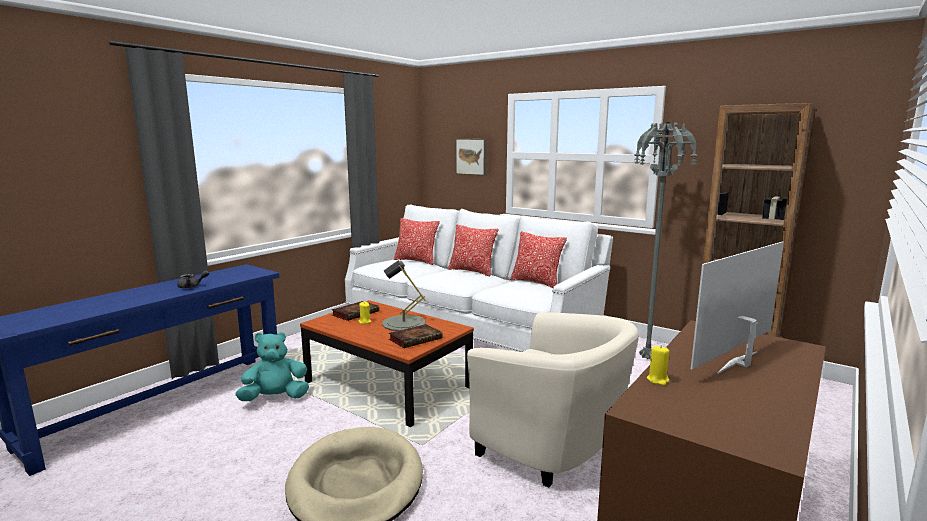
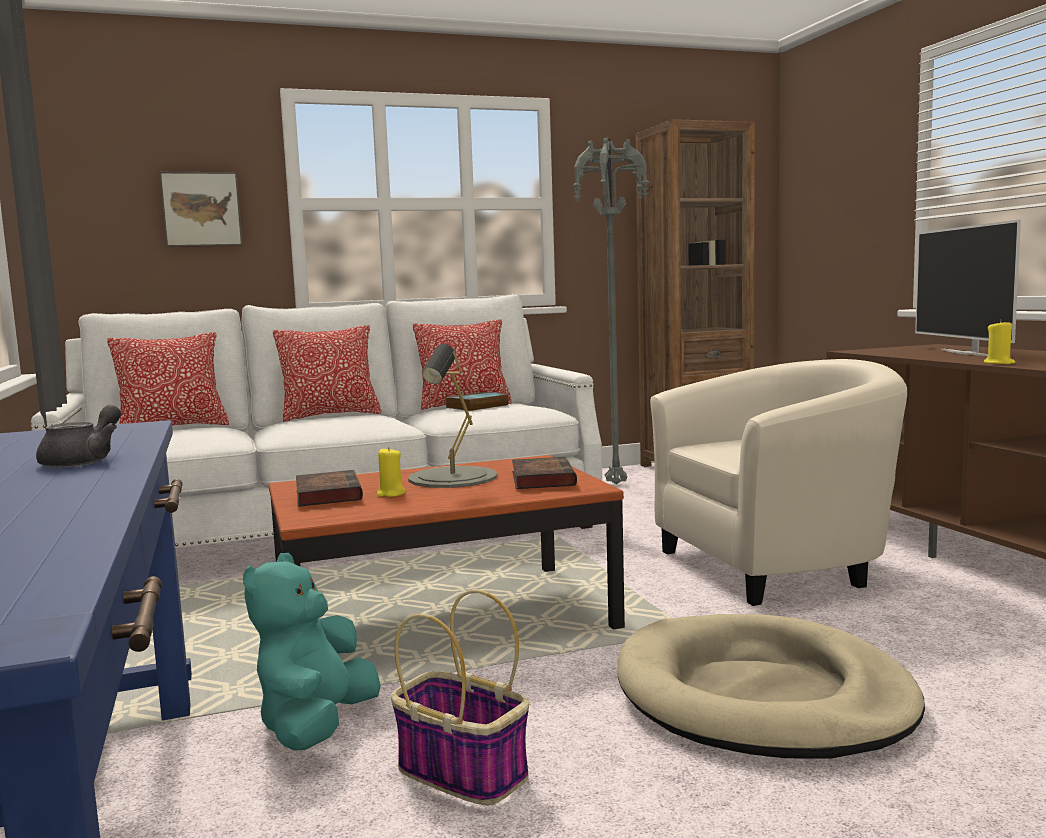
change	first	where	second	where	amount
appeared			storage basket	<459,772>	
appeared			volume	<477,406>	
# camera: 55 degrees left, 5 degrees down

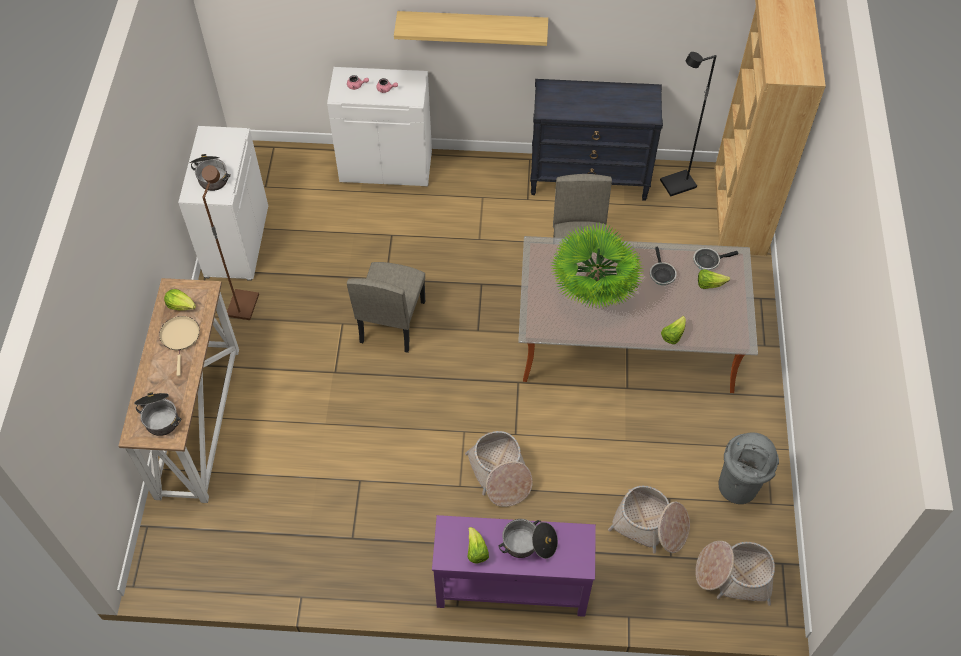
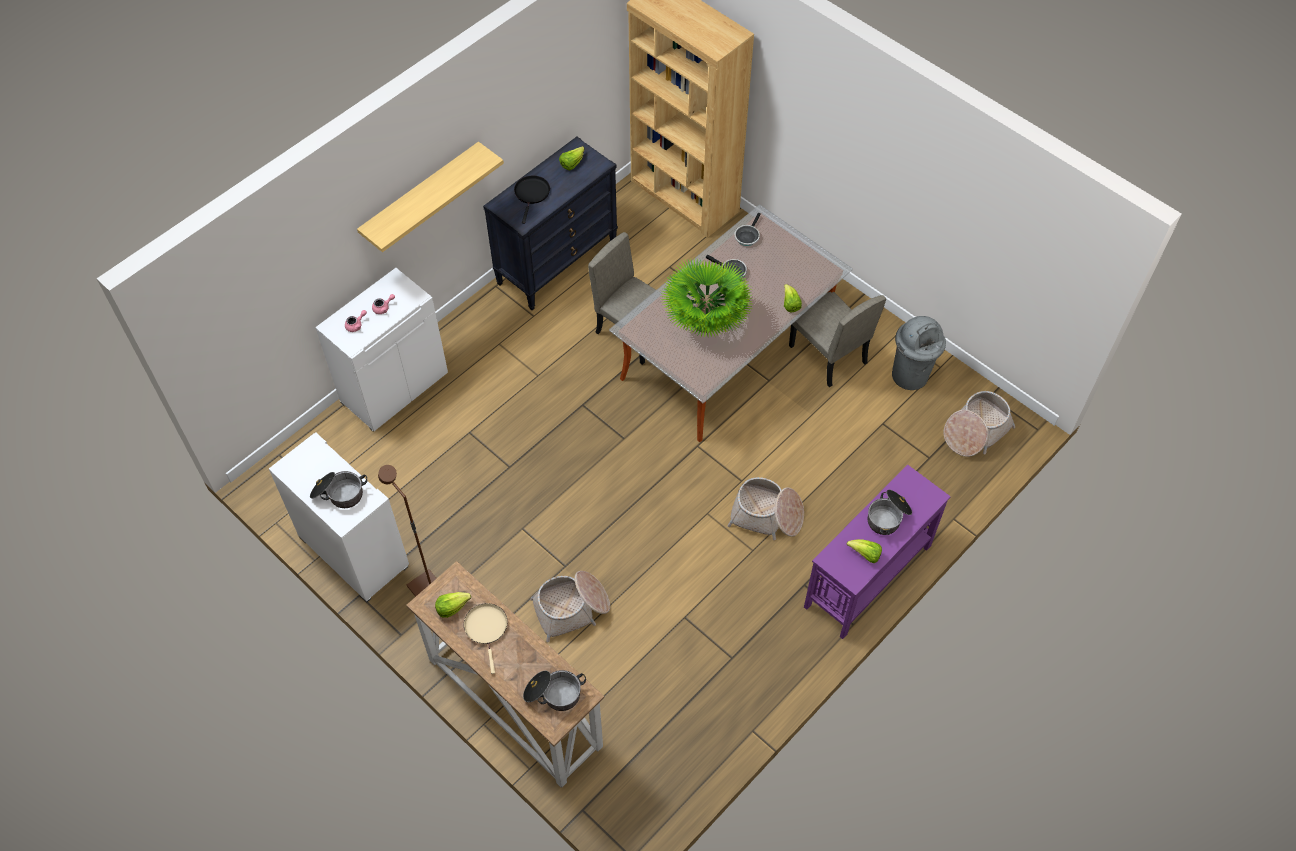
change	first	where	second	where	amount
missing	black standard lamp	<678,185>			
appeared			black frying pan	<532,194>	
relocated	beige-coloured plain chair	<391,321>		<827,354>	
relocated	storage basket	<650,525>		<572,609>	
relocated	lettuce head	<709,284>		<572,163>	
spun	beige-coloured frying pan	<180,338>		<486,628>	45 degrees clockwise
# camera: 50 degrees left, 0 degrees up

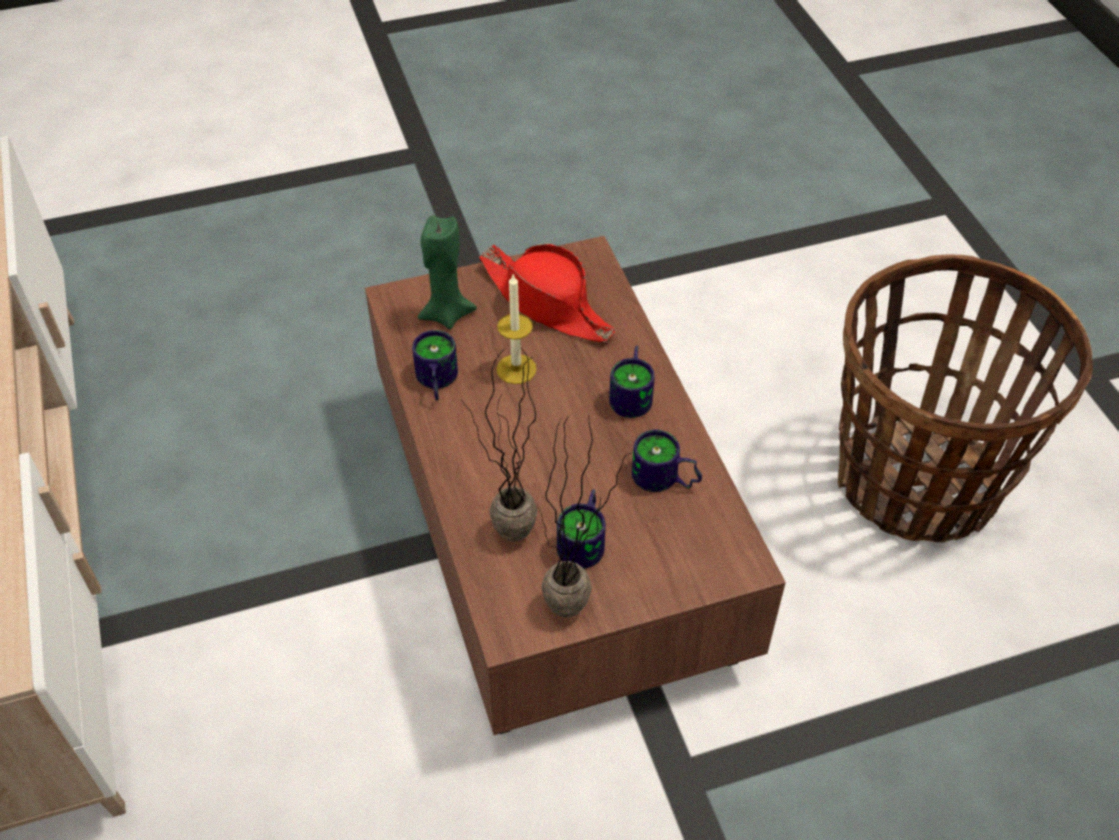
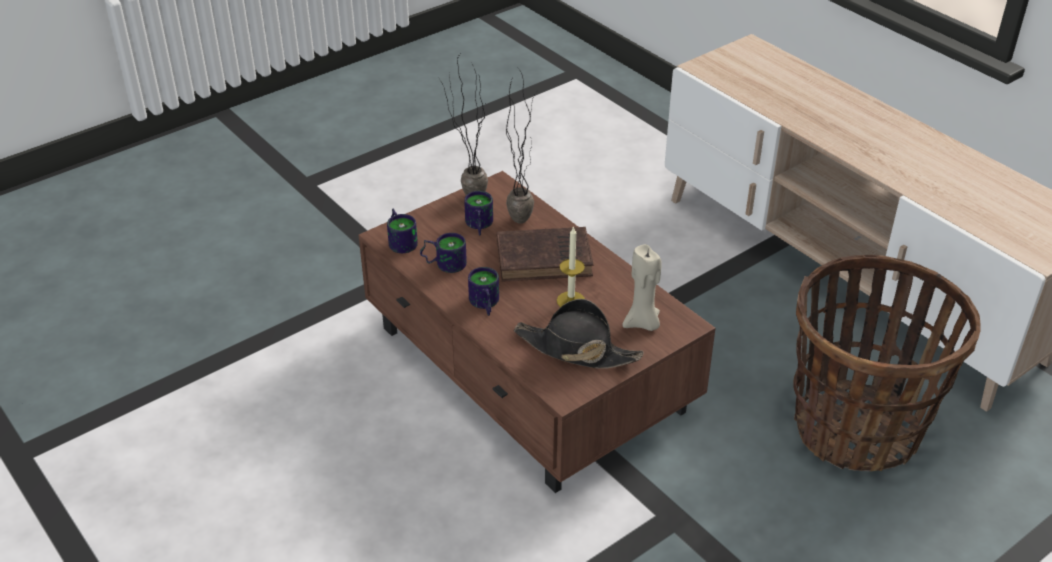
change	first	where	second	where	amount
appeared			brownish volume	<547,259>	
relocated	mug	<434,382>		<402,240>	
relocated	storage basket	<916,482>		<856,429>	
colour	green-coloured candle	<446,314>	beige-coloured candle	<642,323>	
colour	red-coloured clothing hat	<547,302>	black clothing hat	<576,349>	
# camera: 160 degrees right, 10 degrees down

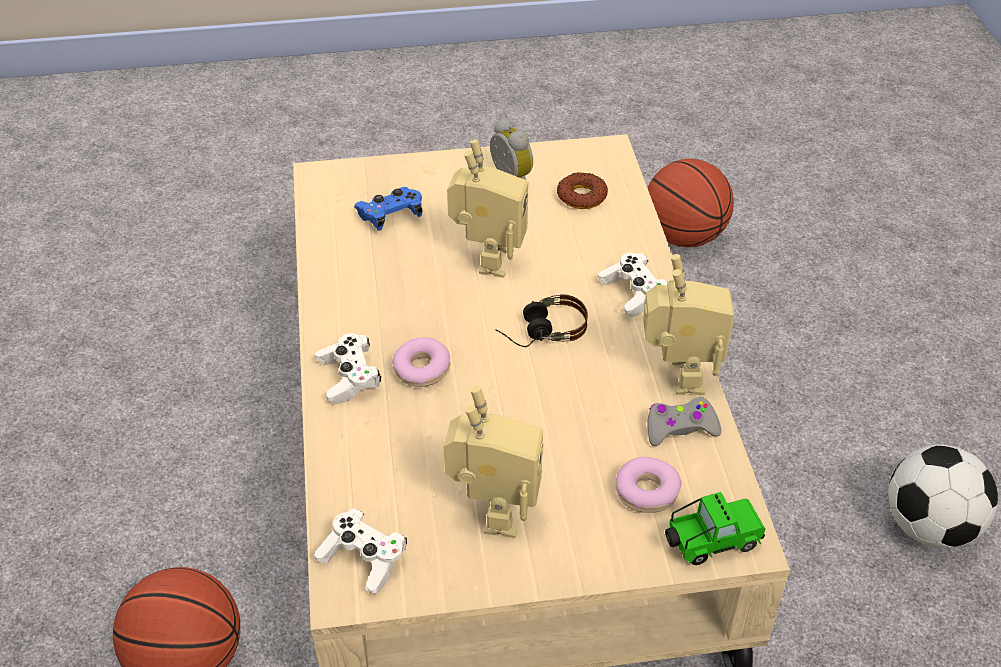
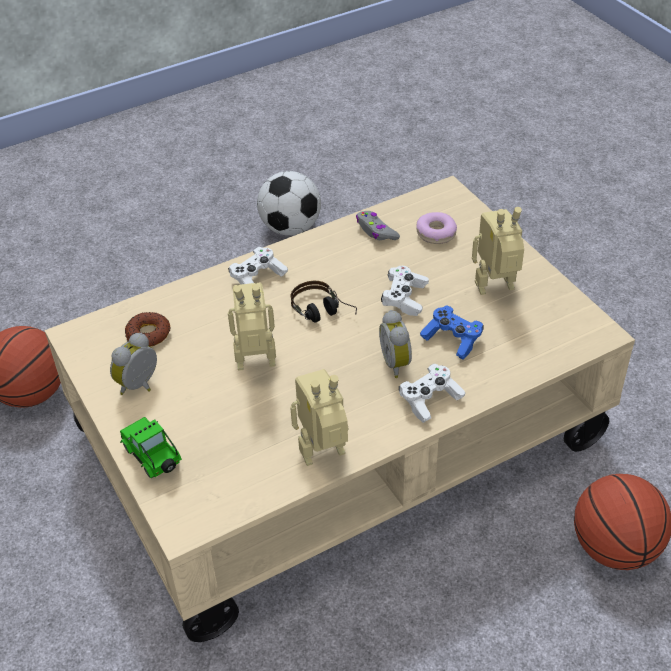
change	first	where	second	where	amount
relocated	white-coloured game controller	<363,559>		<404,298>	
relocated	blue-coloured game controller	<391,216>		<452,339>	
relocated	robot figure	<678,377>		<325,457>	
relocated	toy car	<709,542>		<153,458>	
exchanged	doughnut	<421,369>	table clock	<397,363>	
# camera: 110 degrees left, 0 degrees up

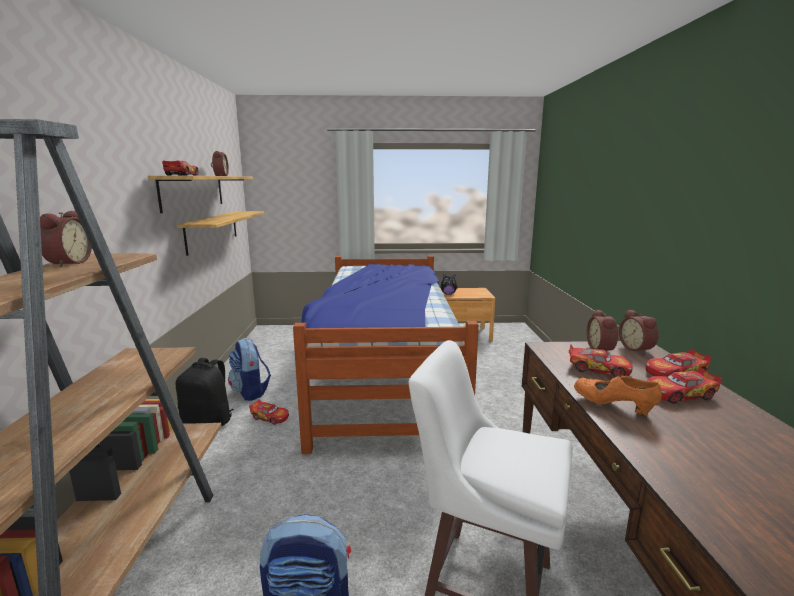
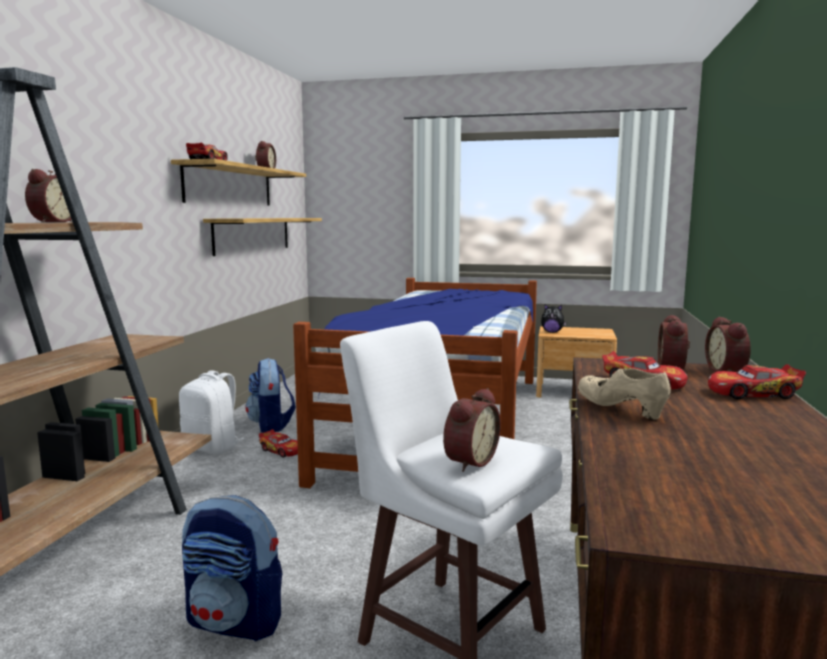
change	first	where	second	where	amount
missing	toy car	<680,394>			
appeared			table clock	<468,461>	
colour	black knapsack	<208,422>	white-coloured knapsack	<212,448>	
colour	orange shoe	<613,406>	beige-coloured shoe	<621,410>	
# camera: 15 degrees right, 5 degrees down

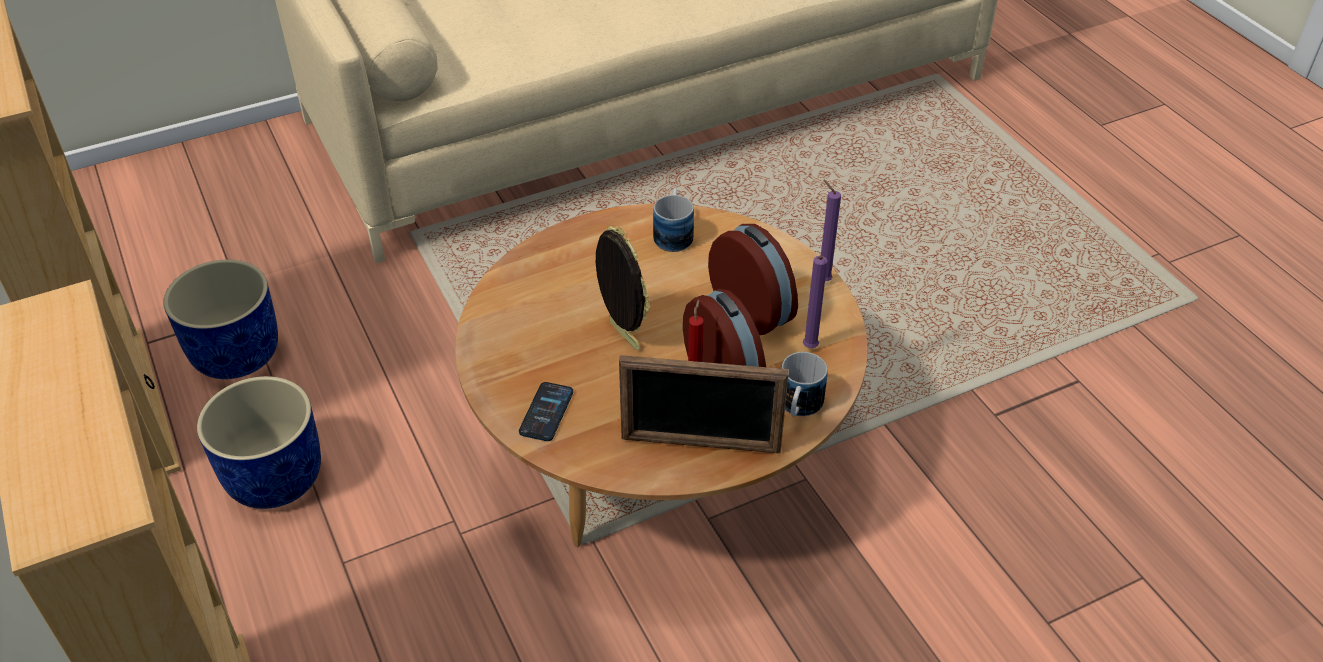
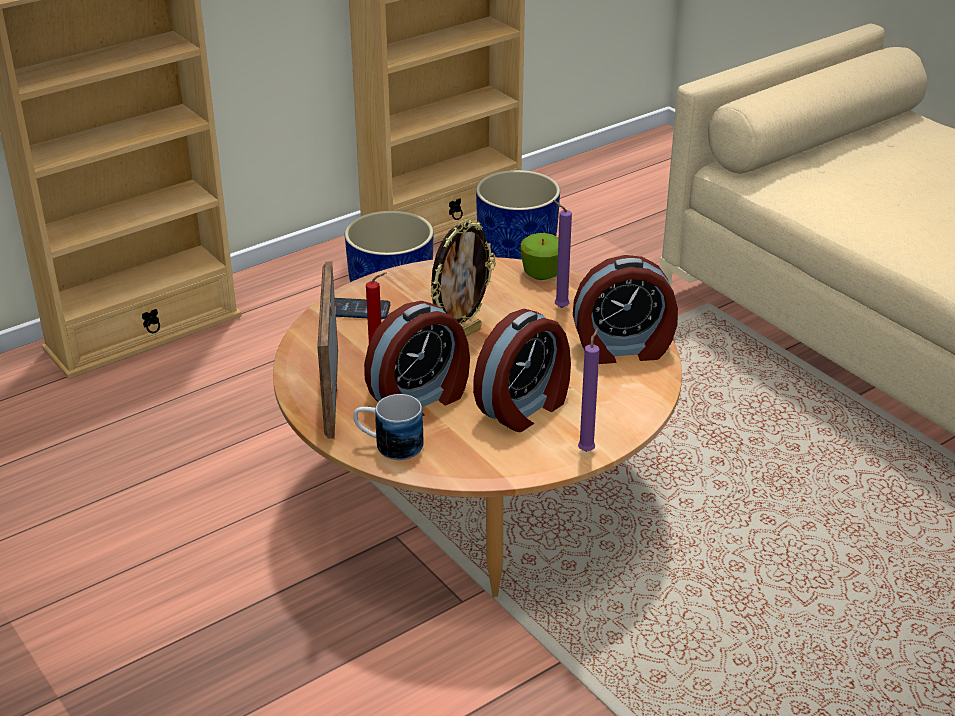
change	first	where	second	where	amount
appeared			apple fruit	<542,273>	
relocated	purple candle	<809,349>		<559,307>	
exchanged	mug	<673,233>	table clock	<623,349>	
# camera: 80 degrees right, 10 degrees down

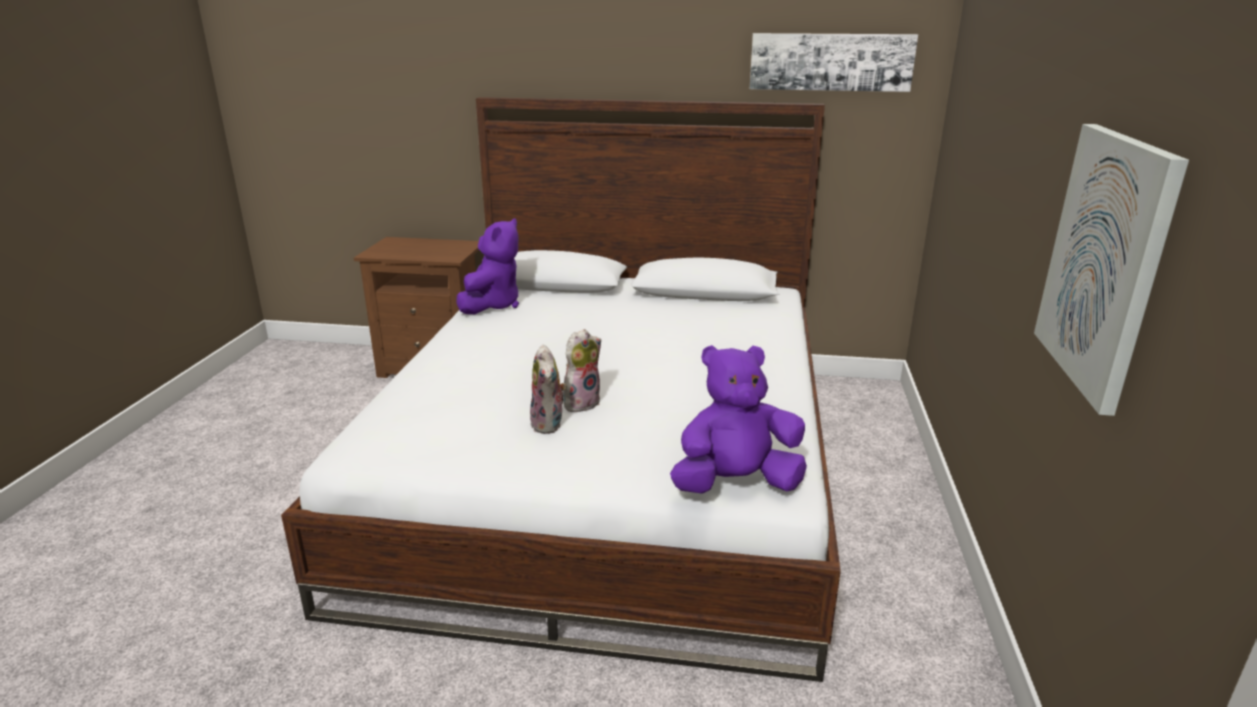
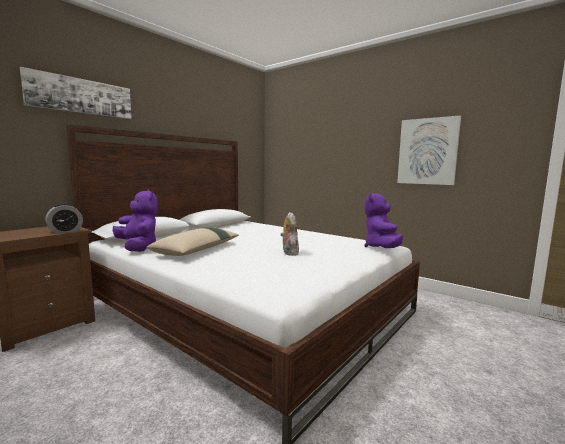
change	first	where	second	where	amount
missing	soft toy	<549,424>			
appeared			table clock	<65,231>	
appeared			beige-coloured cushion	<197,249>	
relocated	wall picture	<830,62>		<81,96>	
# camera: 60 degrees left, 15 degrees down

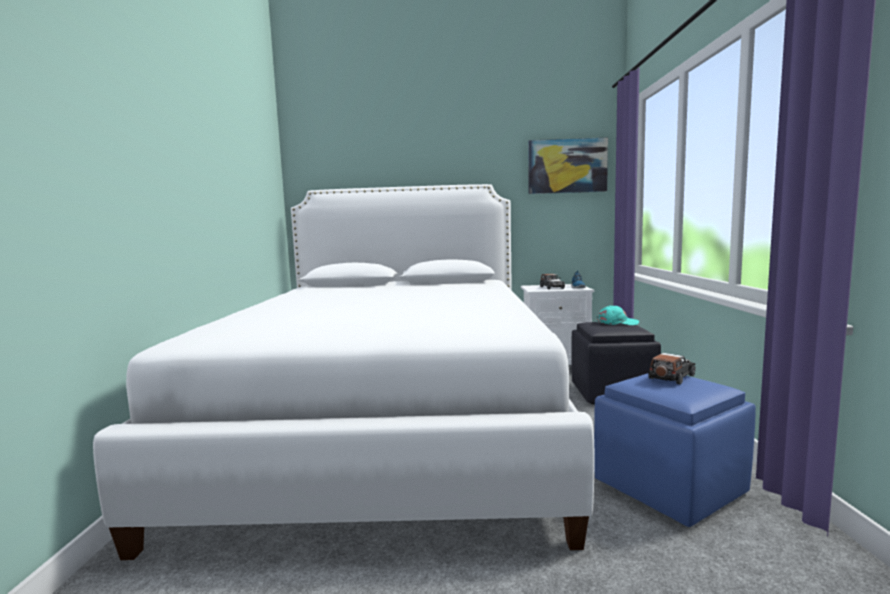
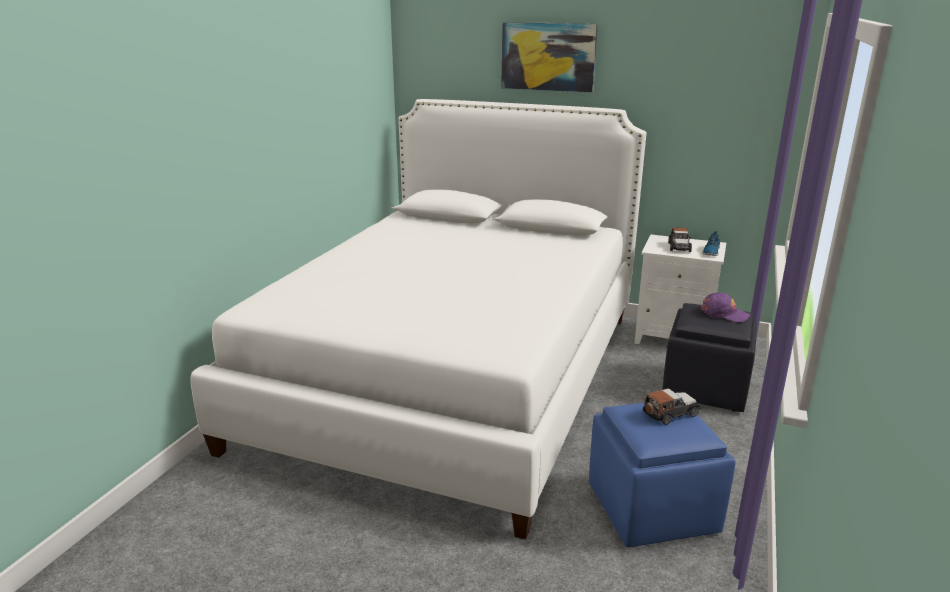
change	first	where	second	where	amount
relocated	wall picture	<567,166>		<548,56>	
colour	turquoise baseball cap	<617,323>	purple baseball cap	<723,314>	
# camera: 20 degrees right, 15 degrees up

